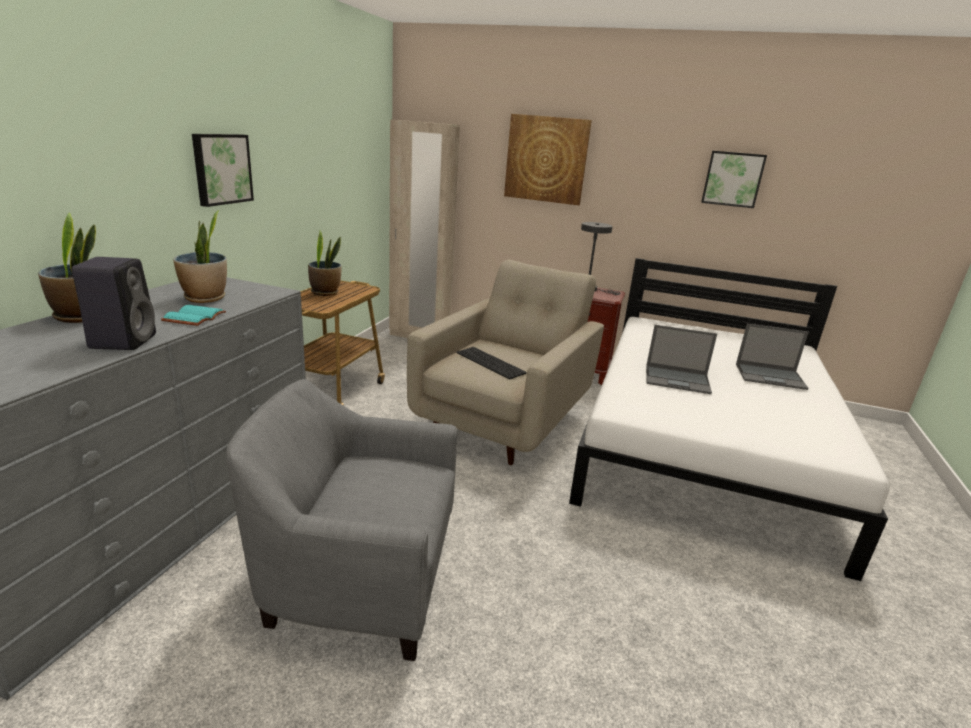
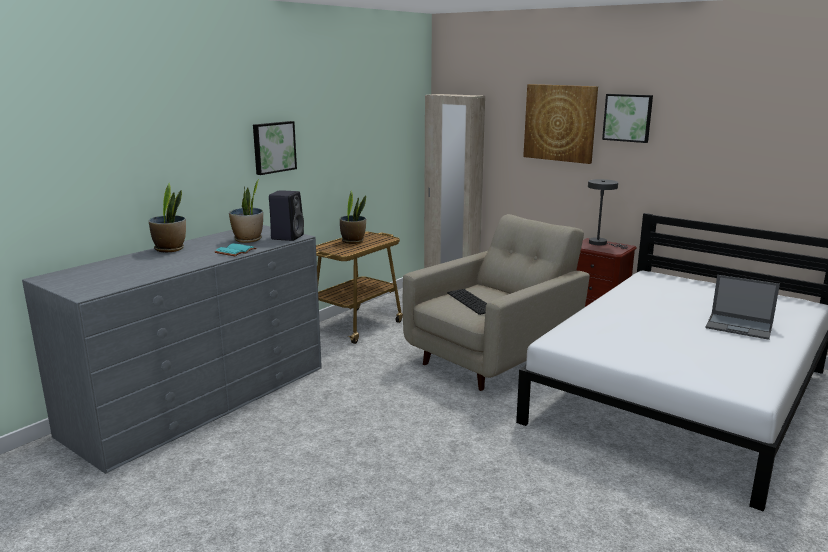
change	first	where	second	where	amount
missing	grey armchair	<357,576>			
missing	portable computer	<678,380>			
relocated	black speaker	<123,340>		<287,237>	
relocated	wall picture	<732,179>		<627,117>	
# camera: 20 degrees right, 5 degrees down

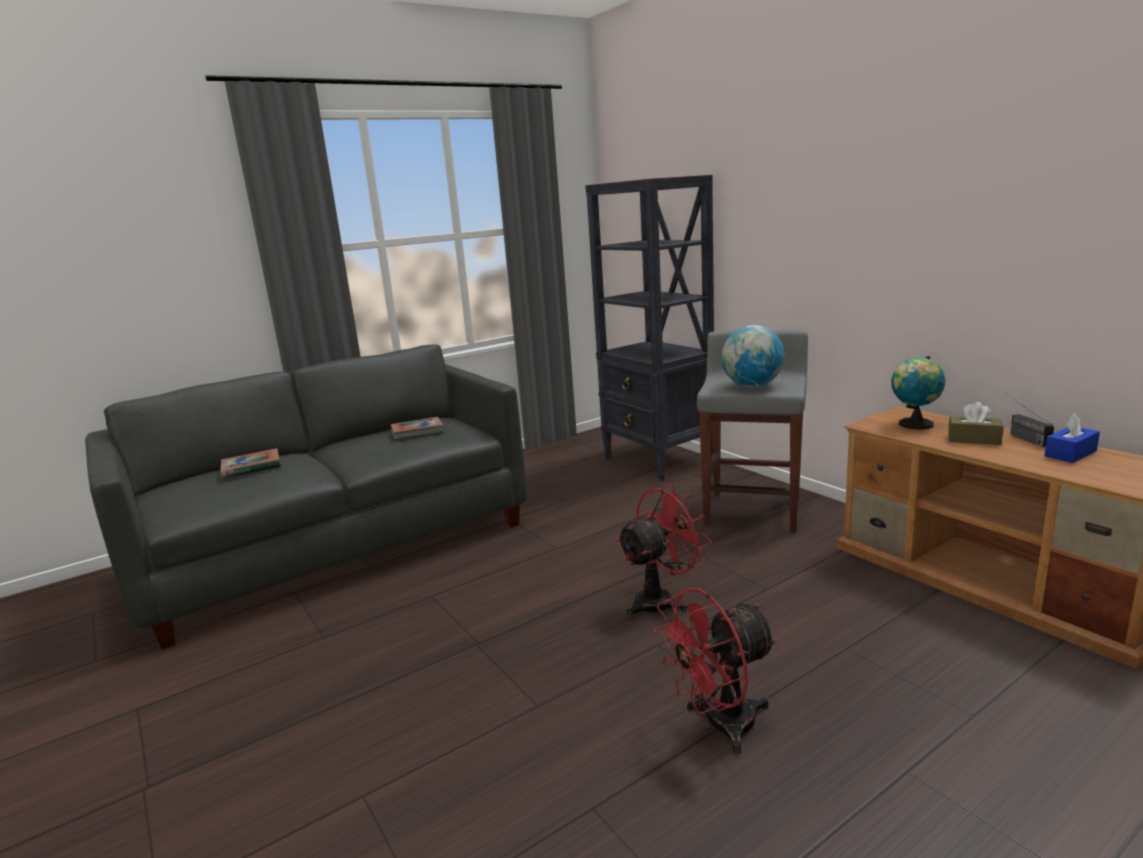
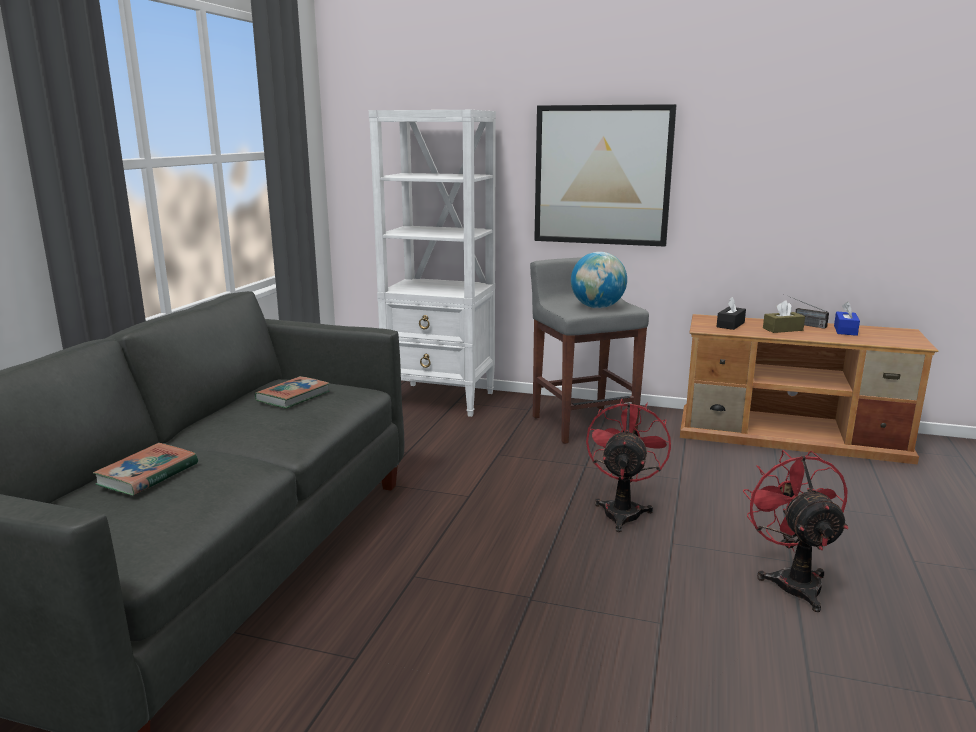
change	first	where	second	where	amount
appeared			wall picture	<602,175>	
exchanged	globe	<914,424>	black tissue box	<730,325>	
colour	black bookshelf	<658,460>	white-coloured bookshelf	<441,400>	
spun	red-coloured cooling fan	<718,725>		<792,580>	150 degrees clockwise
# camera: 40 degrees left, 0 degrees up

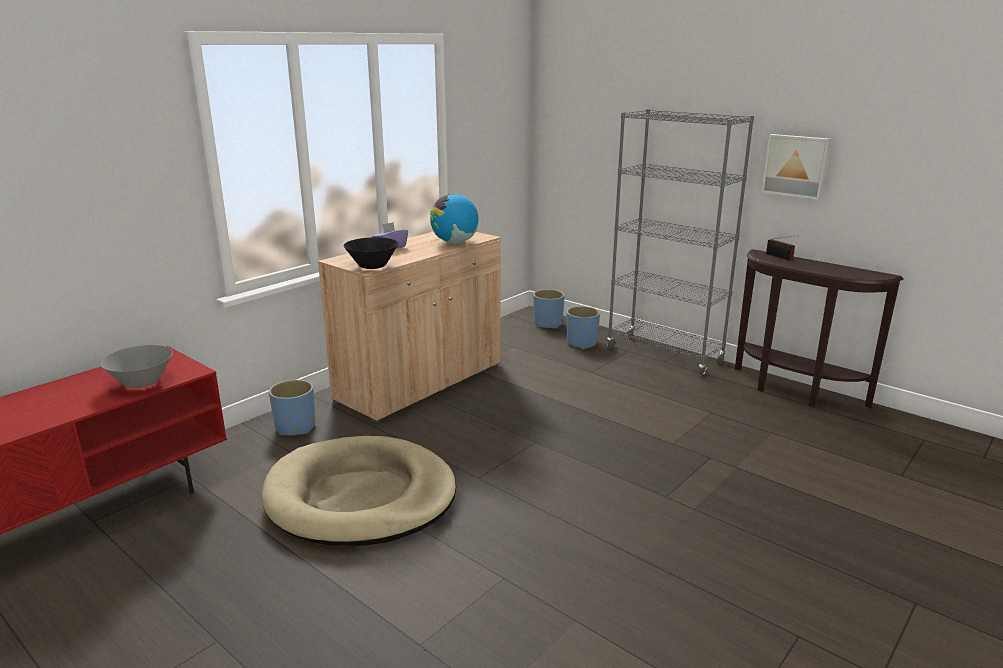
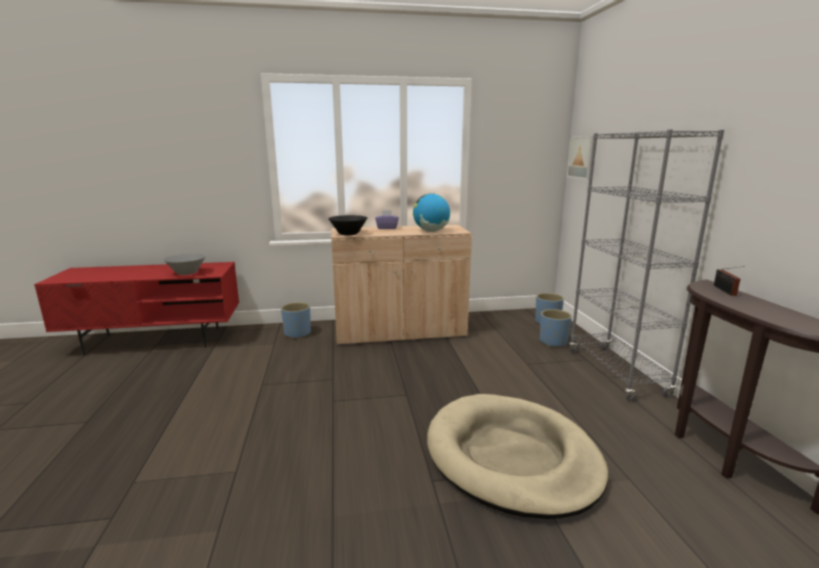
change	first	where	second	where	amount
relocated	beige-coloured pet bed	<361,497>		<511,457>	
relocated	wall picture	<796,166>		<583,157>	
# camera: 40 degrees right, 5 degrees down

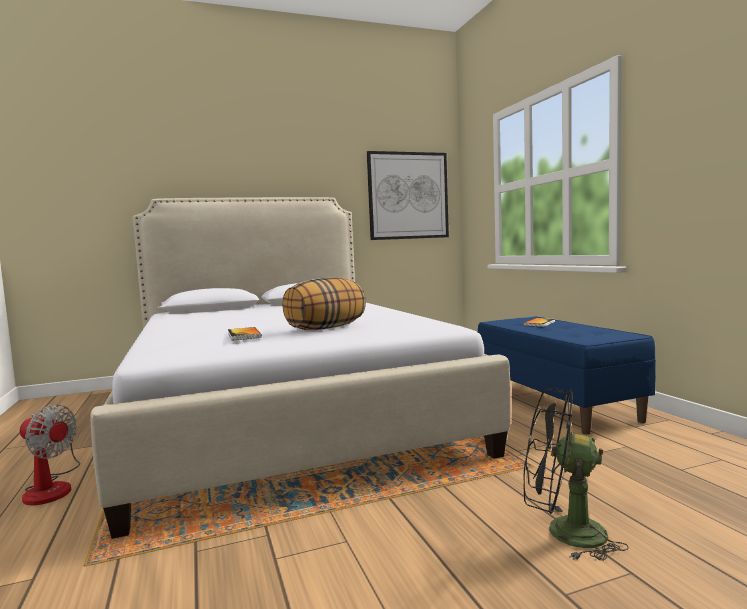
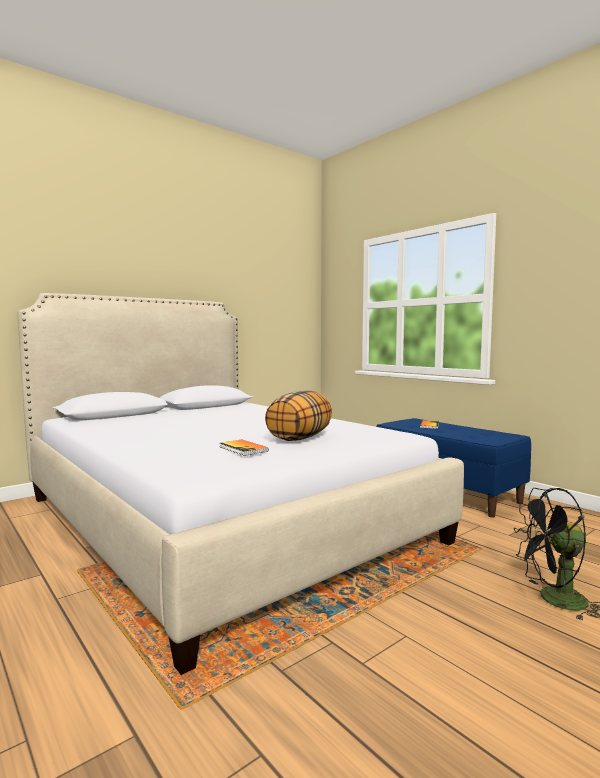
change	first	where	second	where	amount
missing	cooling fan	<52,487>			
missing	wall picture	<408,196>			
# camera: 20 degrees left, 0 degrees up

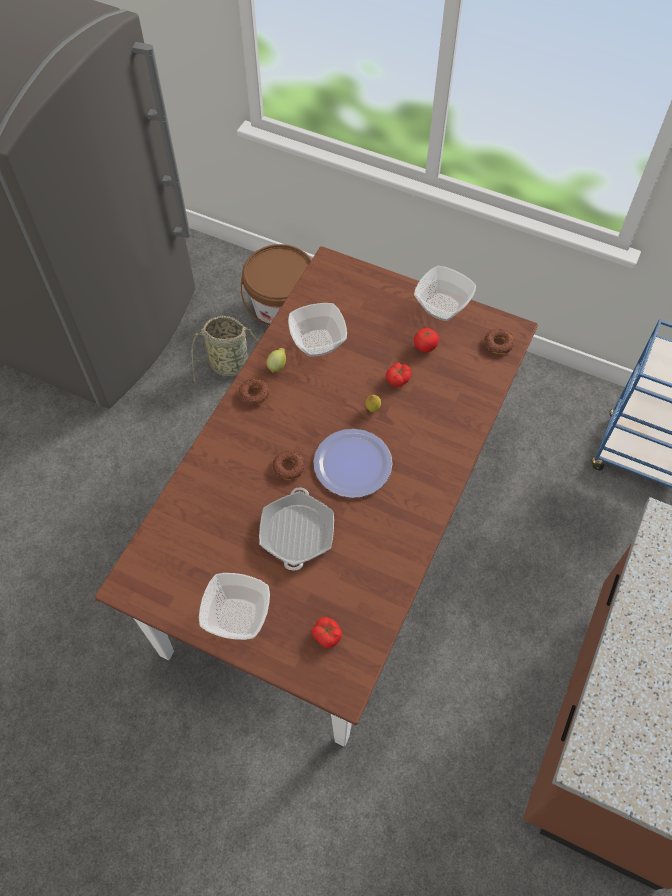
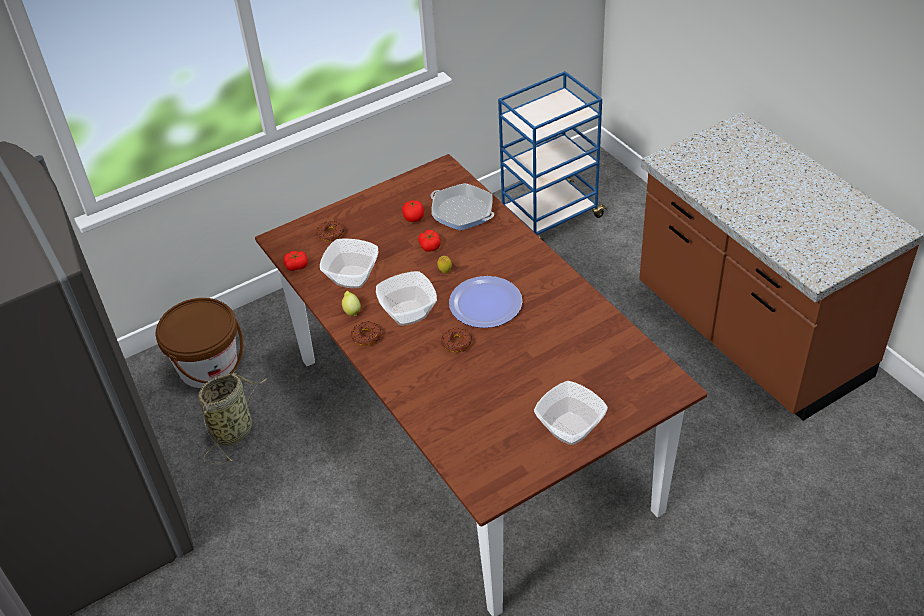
change	first	where	second	where	amount
relocated	frying pan	<297,532>		<462,212>	
relocated	tomato	<327,635>		<296,265>	
relocated	serving bowl	<442,308>		<409,313>	
relocated	doughnut	<498,344>		<330,234>	
# camera: 55 degrees left, 15 degrees down

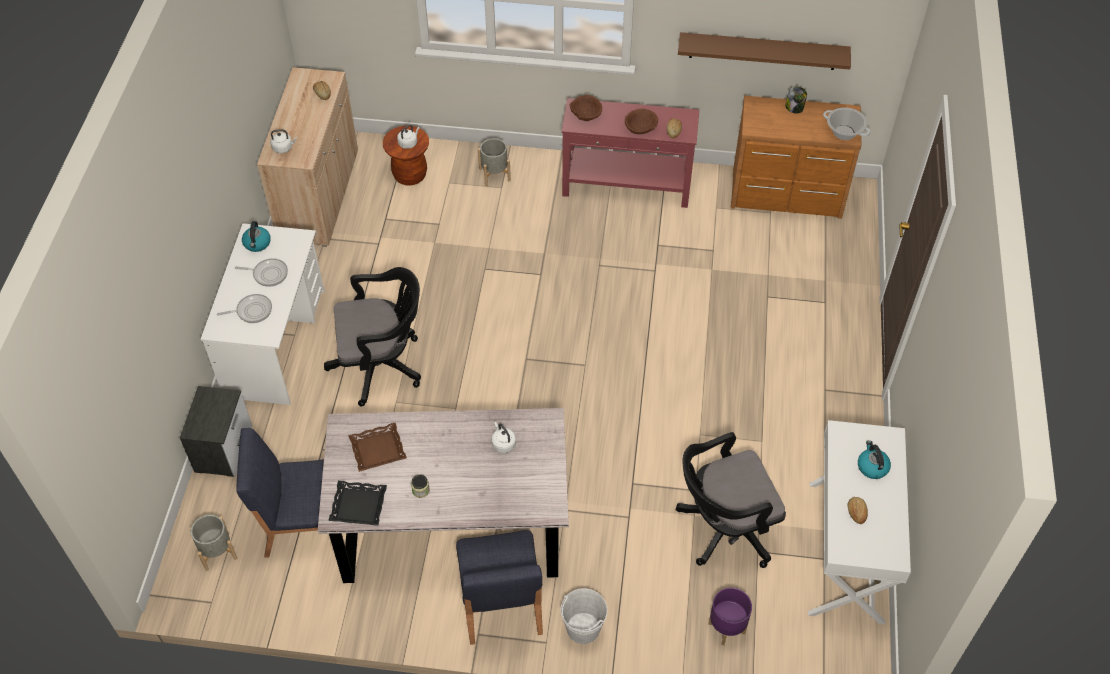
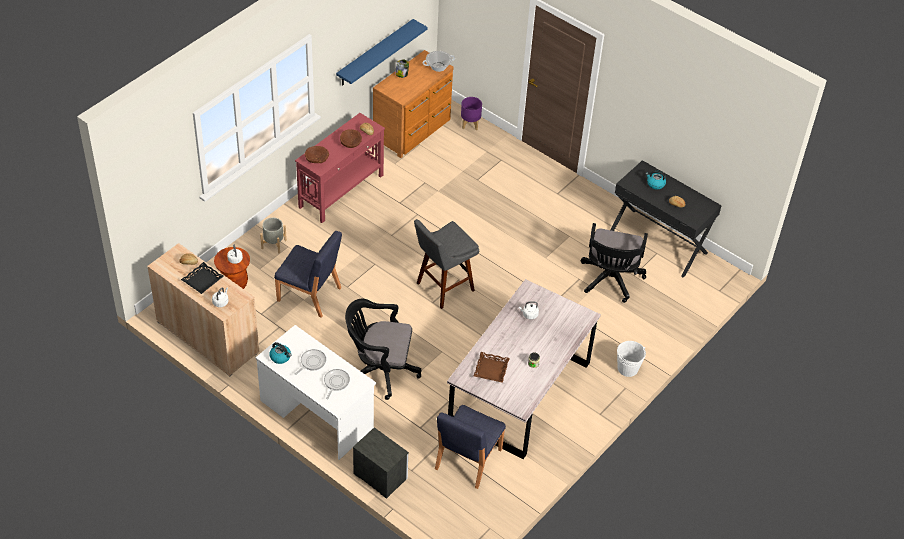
change	first	where	second	where	amount
missing	grey planter	<217,552>			
appeared			grey stool	<443,288>	
relocated	black carrying tray	<358,506>		<203,280>	
relocated	blue-coloured plain chair	<500,603>		<310,295>	
relocated	purple planter	<726,627>		<470,124>	
colour	brownish wall shelf	<763,51>	blue-coloured wall shelf	<375,53>	
colour	white-coloured desk table	<847,551>	black desk table	<658,242>	
spun	black office chair	<382,365>		<380,370>	105 degrees counterclockwise
# camera: 60 degrees left, 5 degrees down

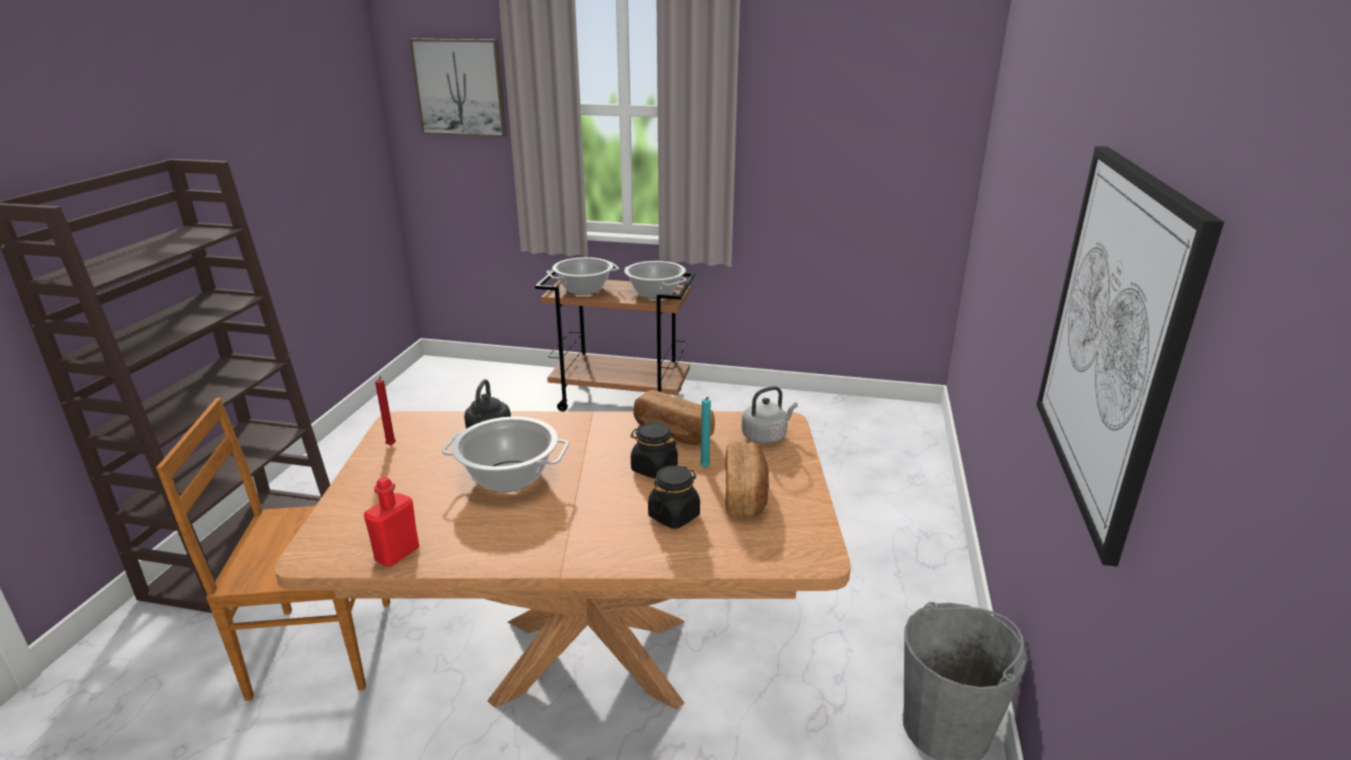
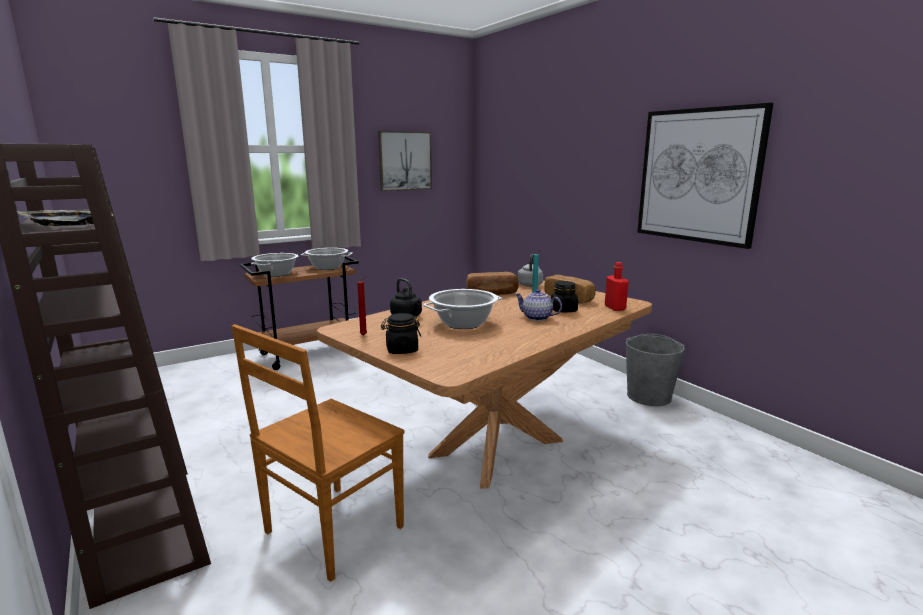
change	first	where	second	where	amount
appeared			carrying tray	<63,224>	
appeared			pot for tea	<536,318>	
relocated	red-coloured beverage bottle	<397,554>		<615,308>	
relocated	wall picture	<460,88>		<405,161>	
relocated	black preserve jar	<654,468>		<401,350>	
# camera: 45 degrees left, 10 degrees down

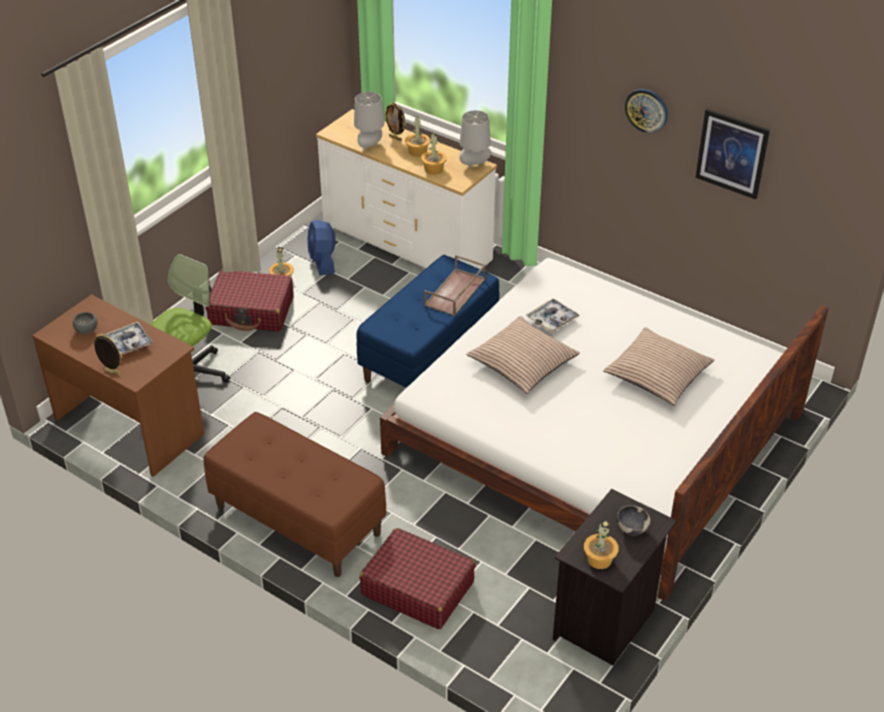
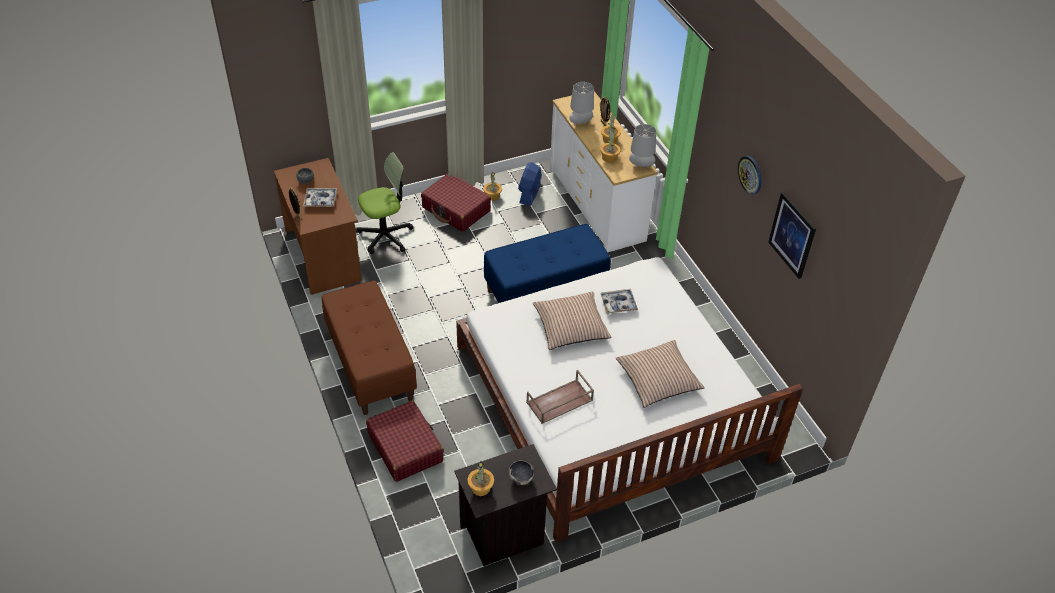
change	first	where	second	where	amount
relocated	brownish carrying tray	<455,293>		<559,402>	
# camera: 30 degrees right, 5 degrees up

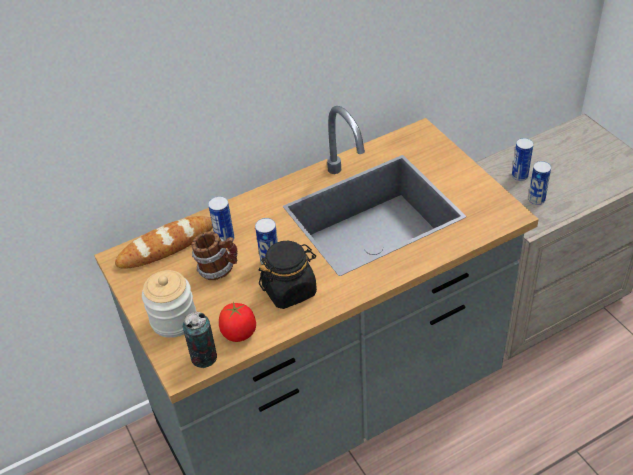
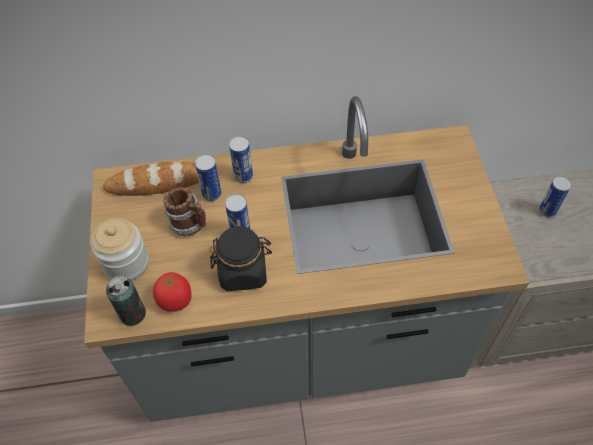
change	first	where	second	where	amount
relocated	can	<536,199>		<243,176>	
# camera: 20 degrees right, 10 degrees up

